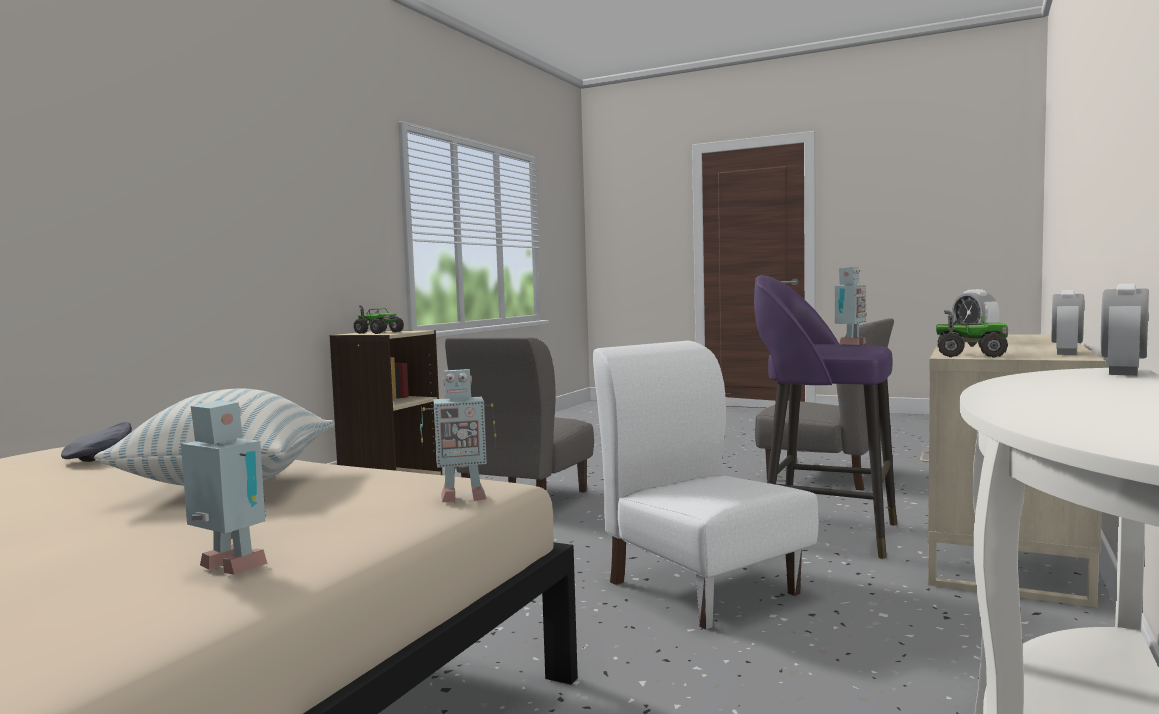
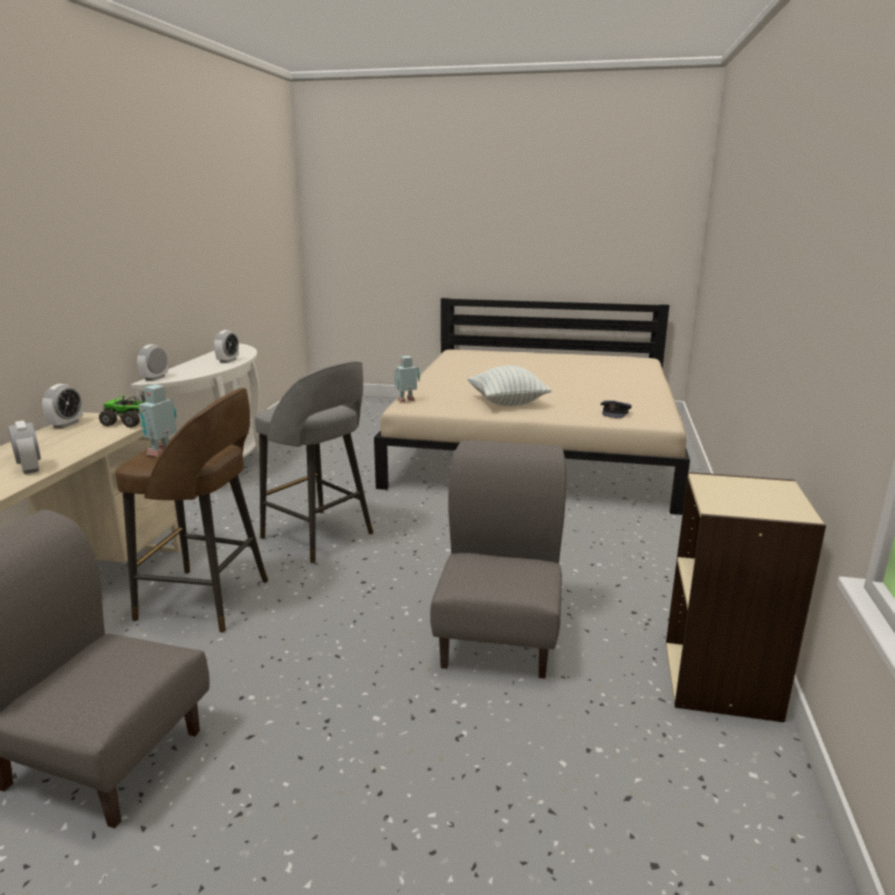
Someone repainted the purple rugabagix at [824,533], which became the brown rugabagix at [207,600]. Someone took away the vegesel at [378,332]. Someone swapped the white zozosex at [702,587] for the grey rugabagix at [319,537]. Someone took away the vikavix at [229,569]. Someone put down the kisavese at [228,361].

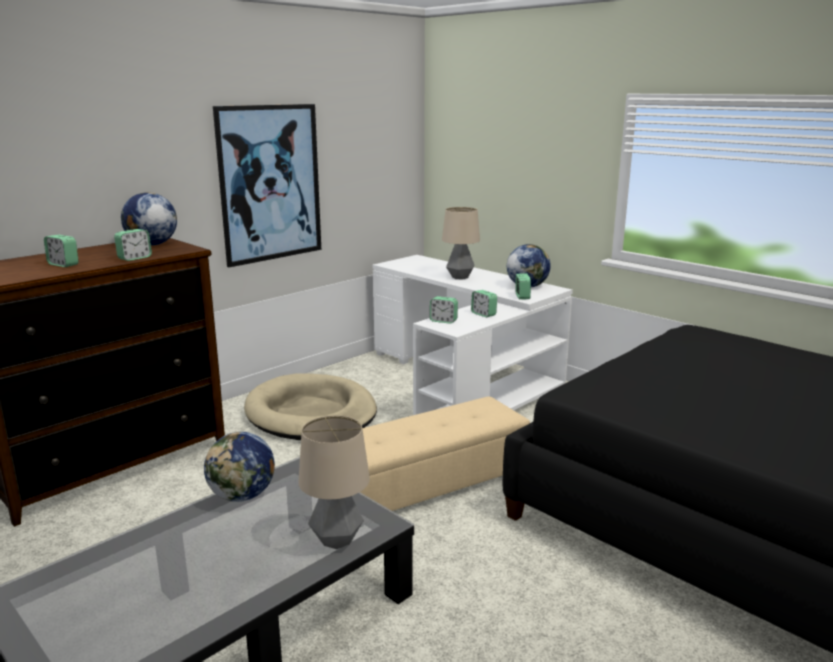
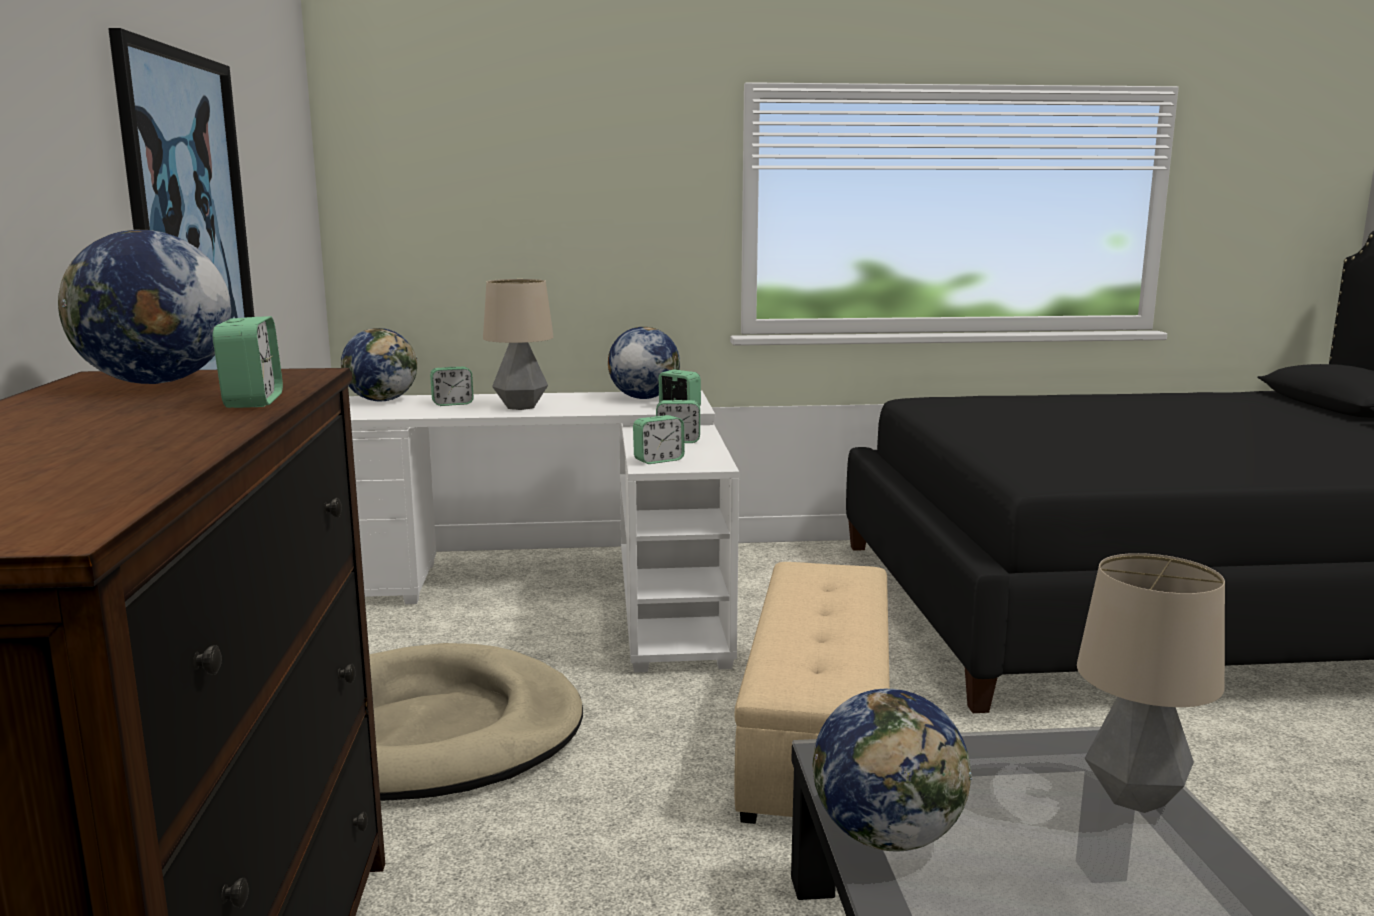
Someone carried the kisavese from [63,264] to [452,403]. Someone put down the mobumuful at [382,400].

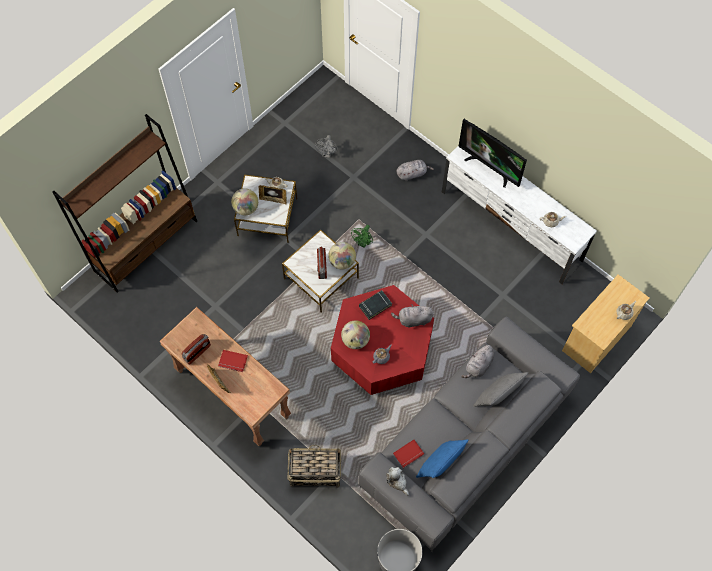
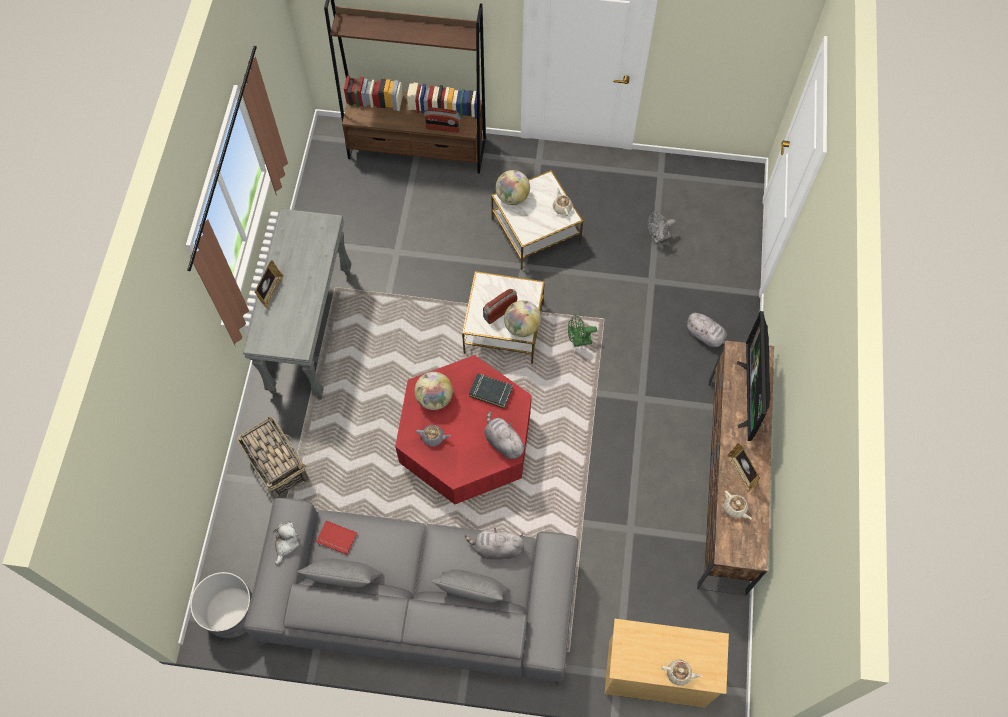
Someone repainted the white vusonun at [511,227], which became the brown vusonun at [726,484]. Someone carried the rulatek from [273,199] to [741,472]. Someone repainted the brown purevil at [232,394], which became the grey purevil at [310,330]. Someone carried the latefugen from [197,353] to [443,127]. Someone took away the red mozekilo at [233,362]. Someone repainted the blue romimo at [440,465], which became the grey romimo at [346,580].

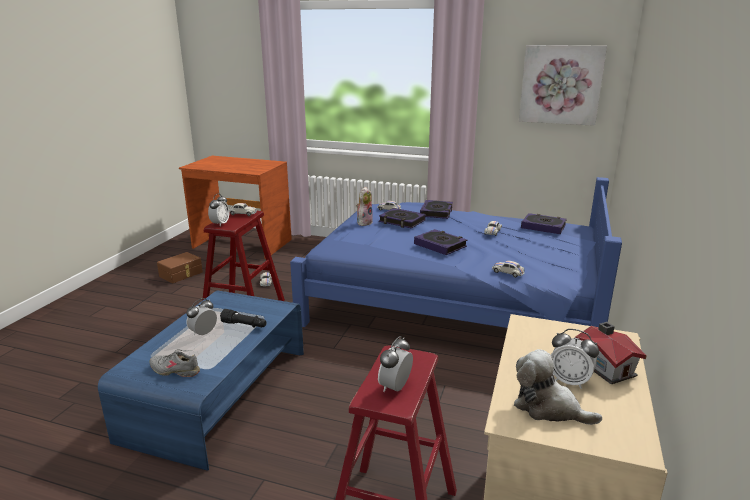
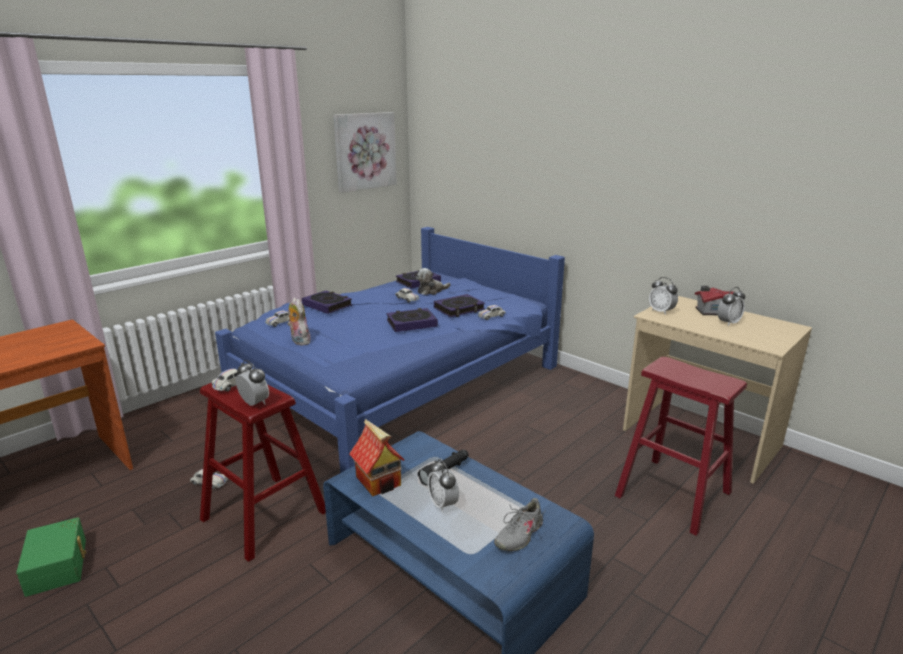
Someone carried the mozekilo from [402,221] to [459,309]. Someone repainted the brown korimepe at [181,274], which became the green korimepe at [59,565]. Someone carried the kisavese from [395,387] to [661,311]. Someone carried the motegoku from [548,408] to [431,291]. Someone put down the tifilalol at [379,481].

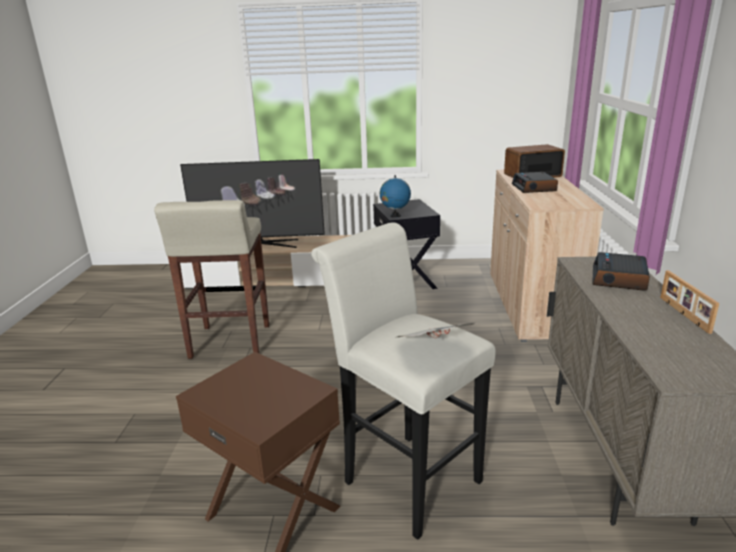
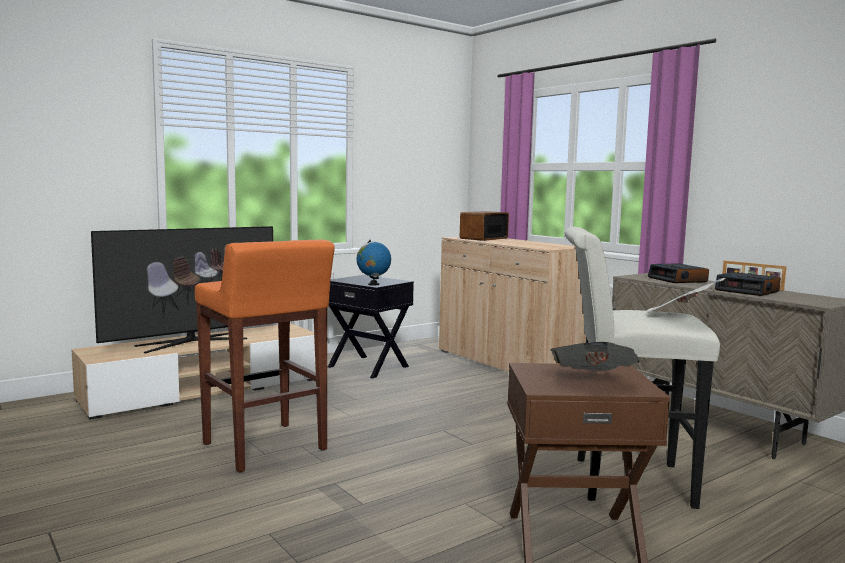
Someone carried the kisavese from [534,188] to [747,291]. Someone repainted the beige rugabagix at [230,342], which became the orange rugabagix at [265,447]. Someone put down the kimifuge at [593,381].

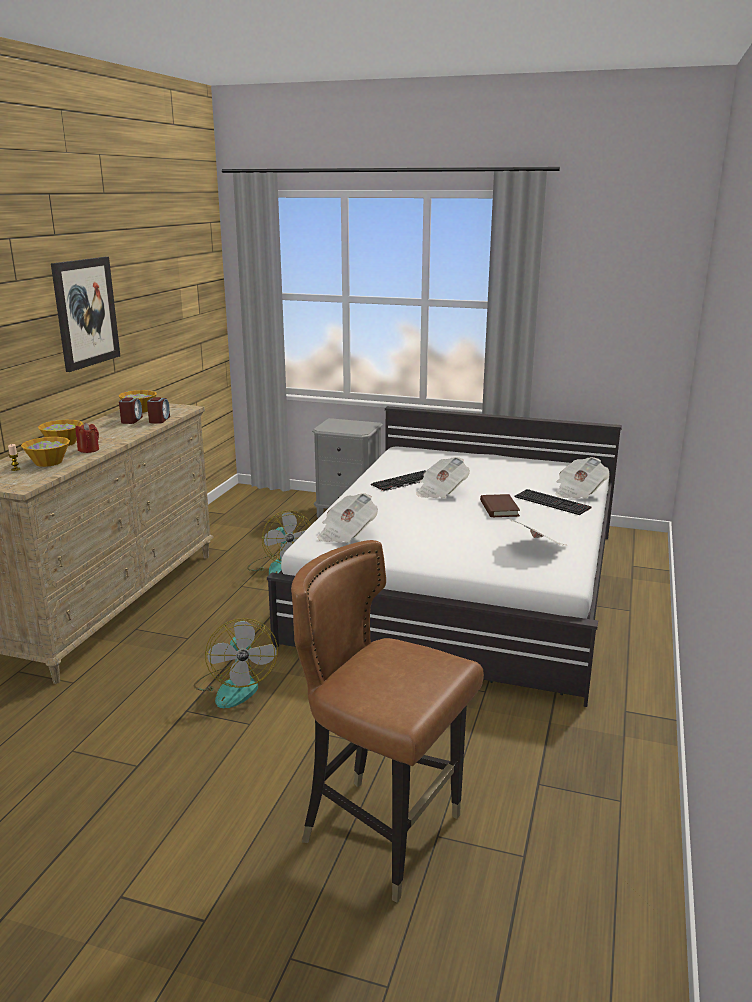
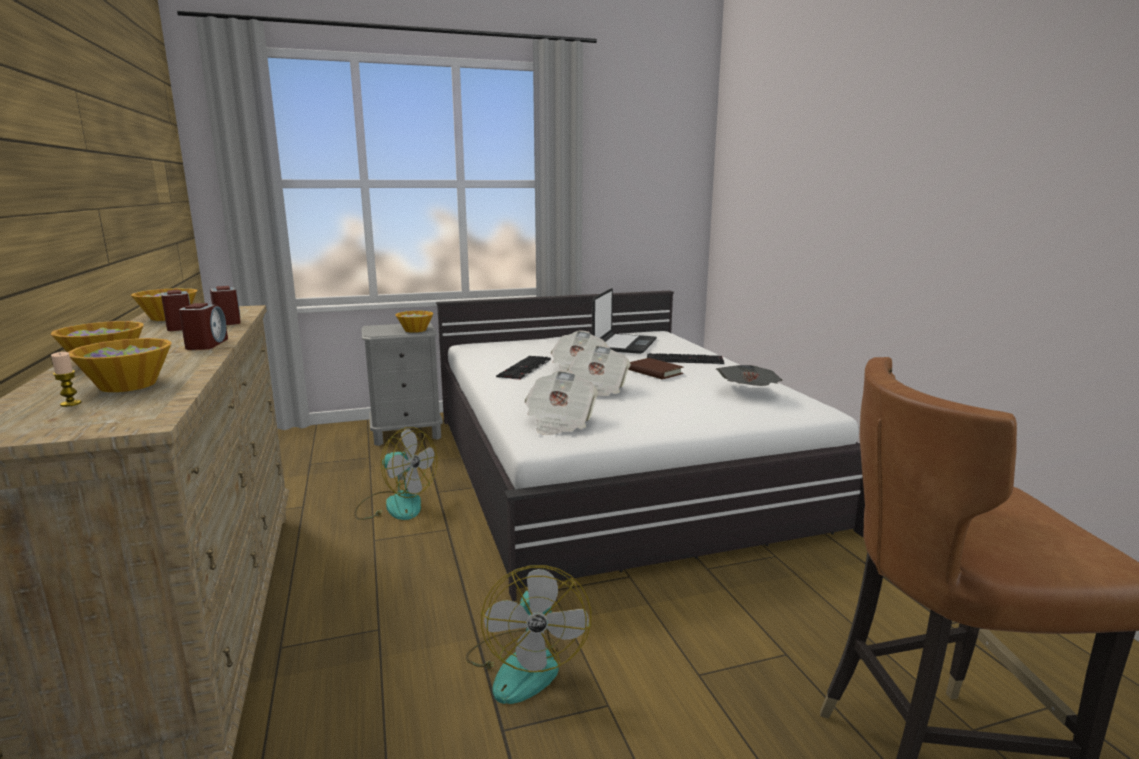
Someone took away the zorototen at [85,312]. Someone took away the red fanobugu at [89,450]. Someone carried the kimifuge from [578,492] to [597,389]. Someone rotated the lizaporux at [235,686] by 45 degrees clockwise. Someone put down the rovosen at [623,345]. Someone put down the kisavese at [206,344]. Someone put down the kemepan at [415,330].

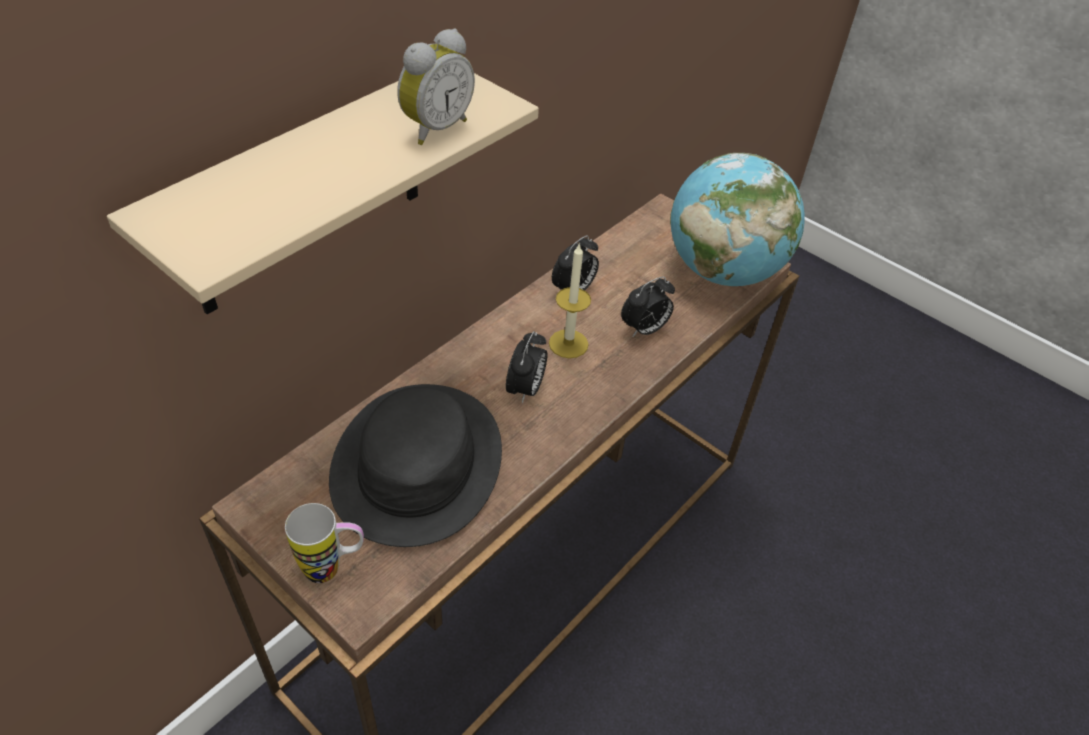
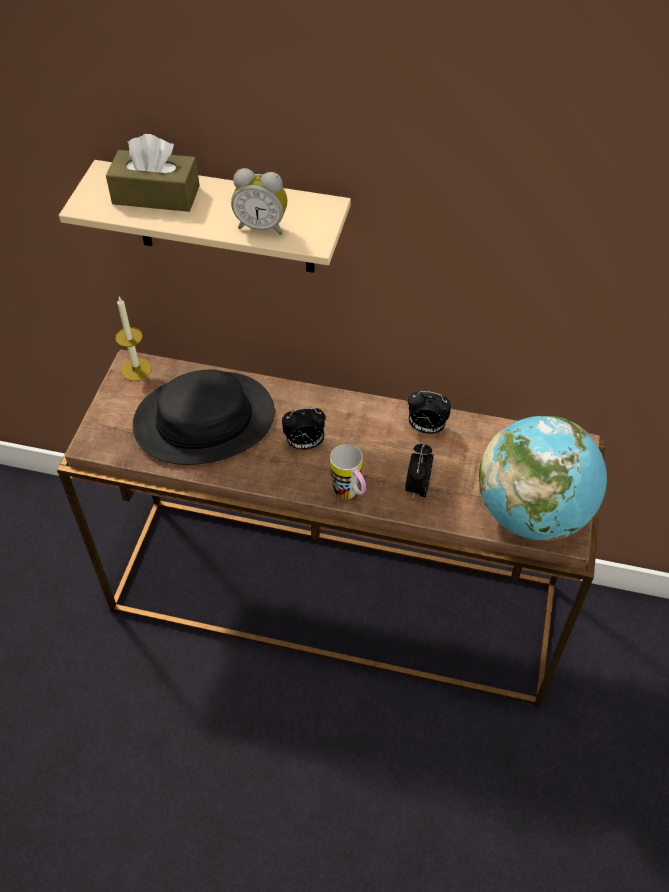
Someone carried the fanobugu from [568,344] to [136,369]. Someone rotated the kisavese at [644,329] by 75 degrees clockwise. Someone carried the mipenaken from [333,568] to [350,495]. Someone put down the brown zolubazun at [156,195].

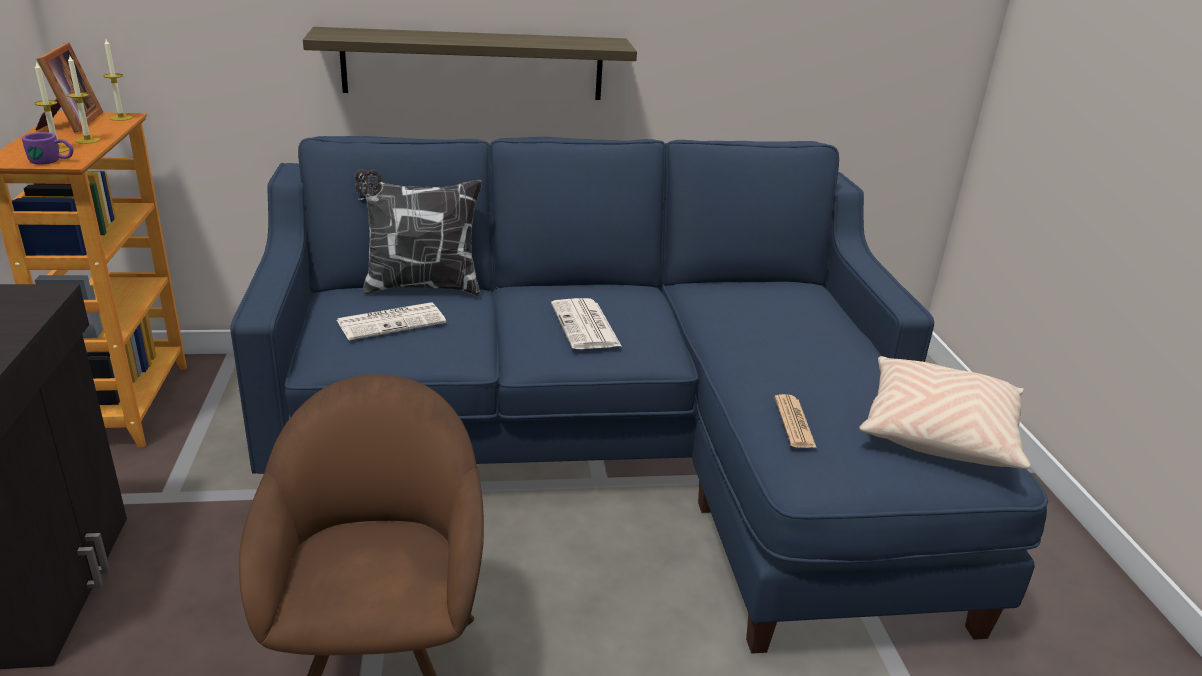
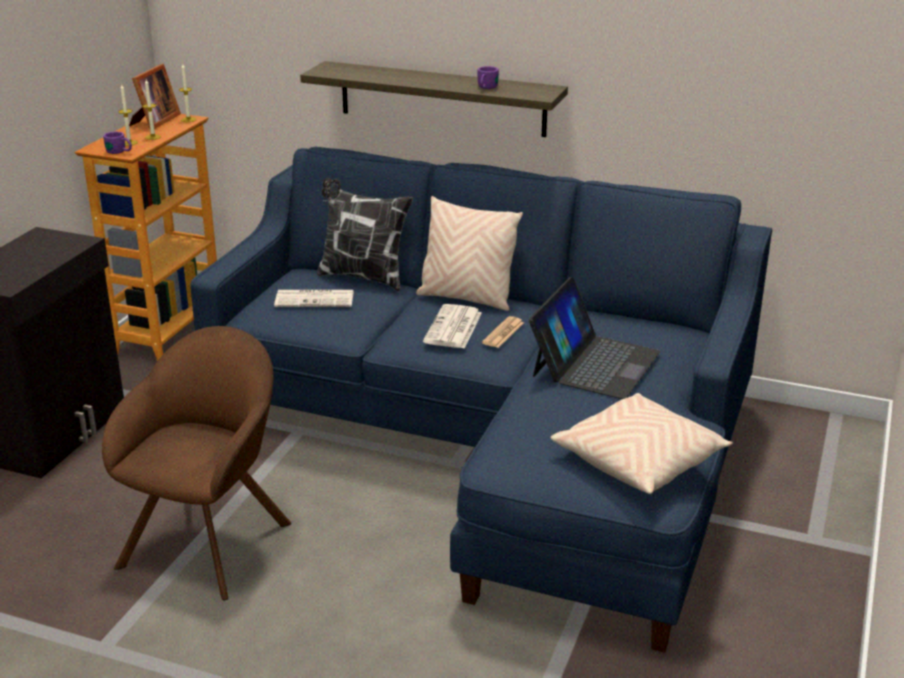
Someone carried the kimifuge from [794,422] to [503,333]. Someone put down the purple mipenaken at [486,88]. Someone put down the beige romimo at [466,298]. Someone put down the rovosen at [594,363].

